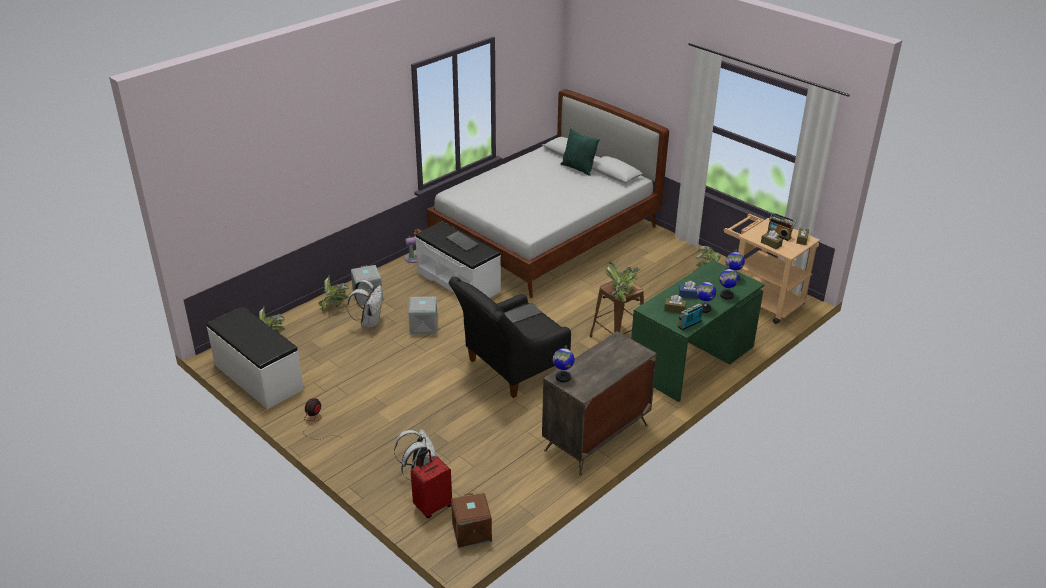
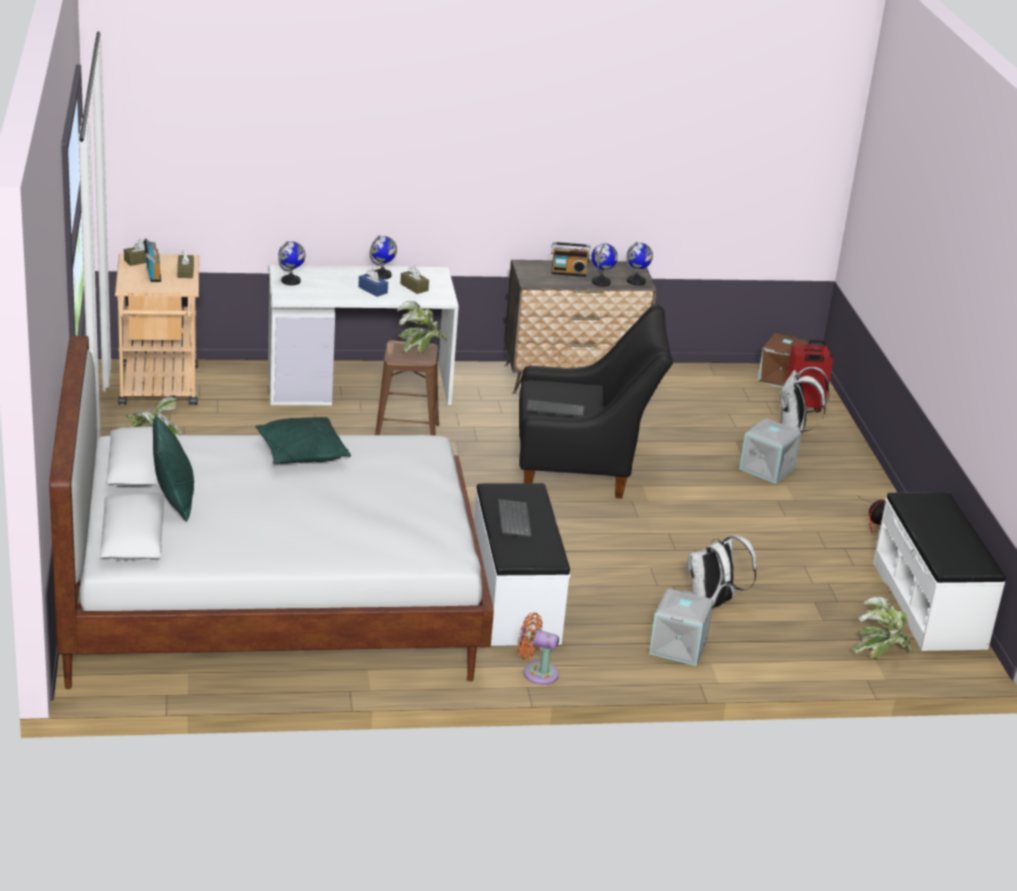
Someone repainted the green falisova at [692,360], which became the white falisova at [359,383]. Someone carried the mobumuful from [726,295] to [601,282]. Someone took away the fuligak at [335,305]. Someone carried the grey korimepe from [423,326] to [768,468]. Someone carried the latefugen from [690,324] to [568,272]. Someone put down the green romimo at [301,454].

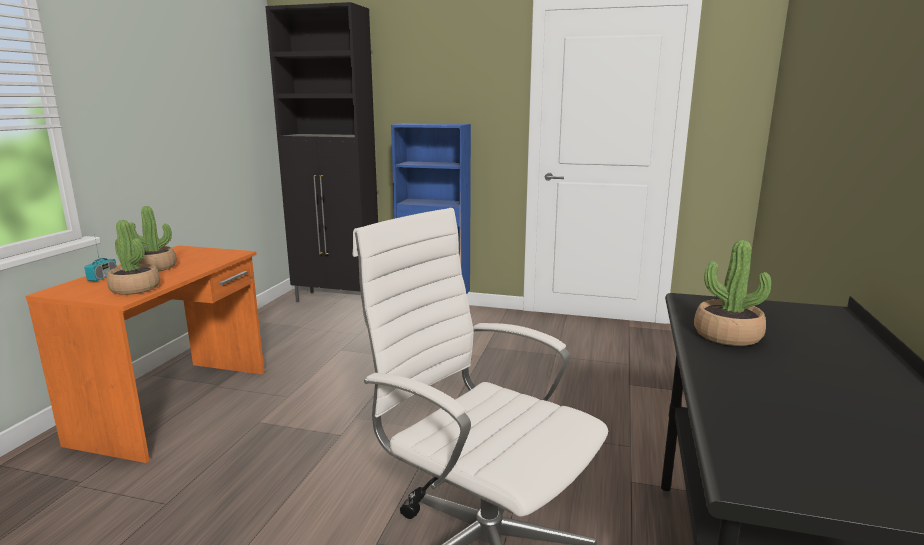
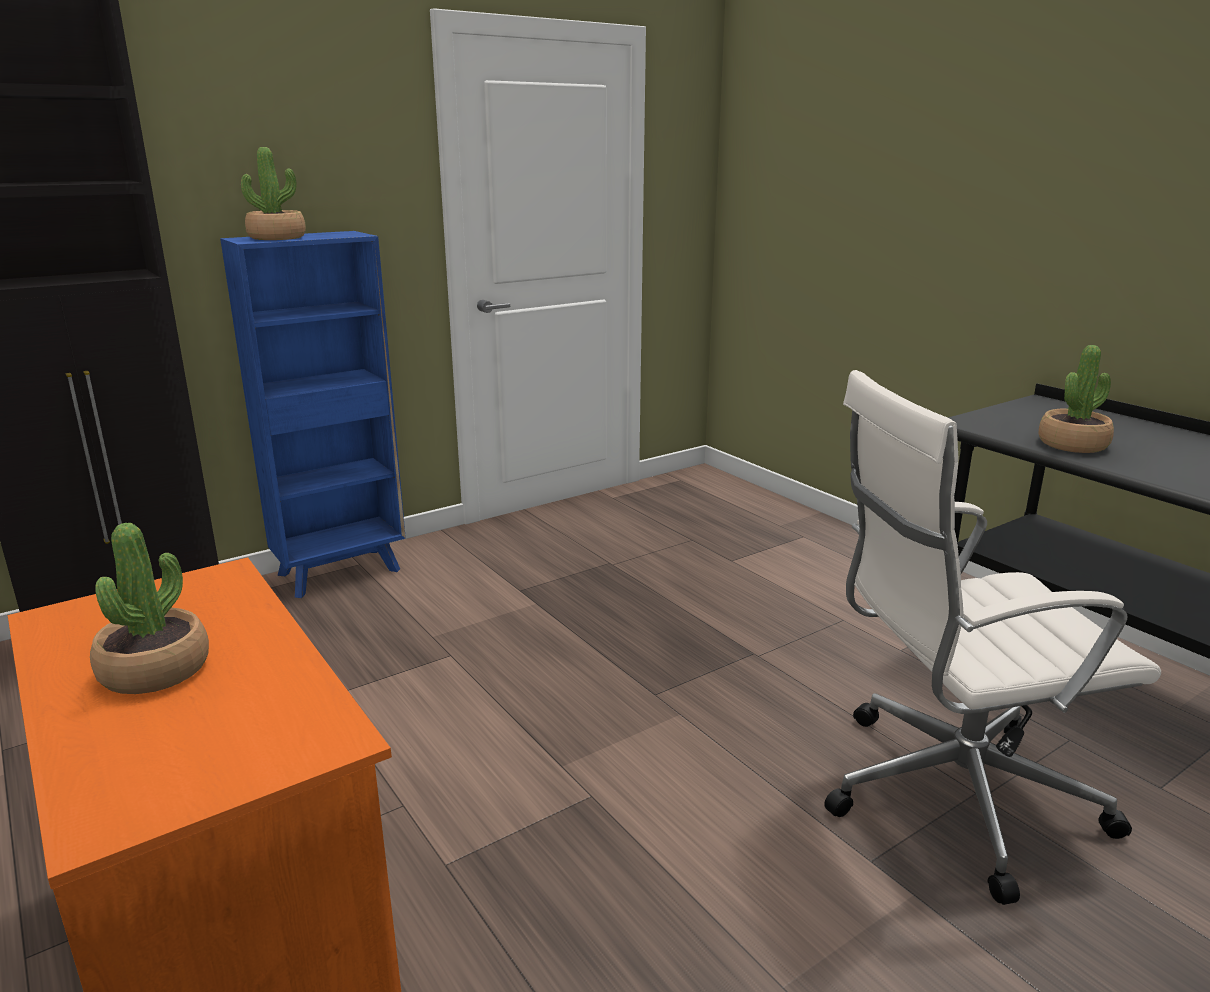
Someone carried the fuligak from [135,288] to [277,237]. Someone took away the latefugen at [103,277].

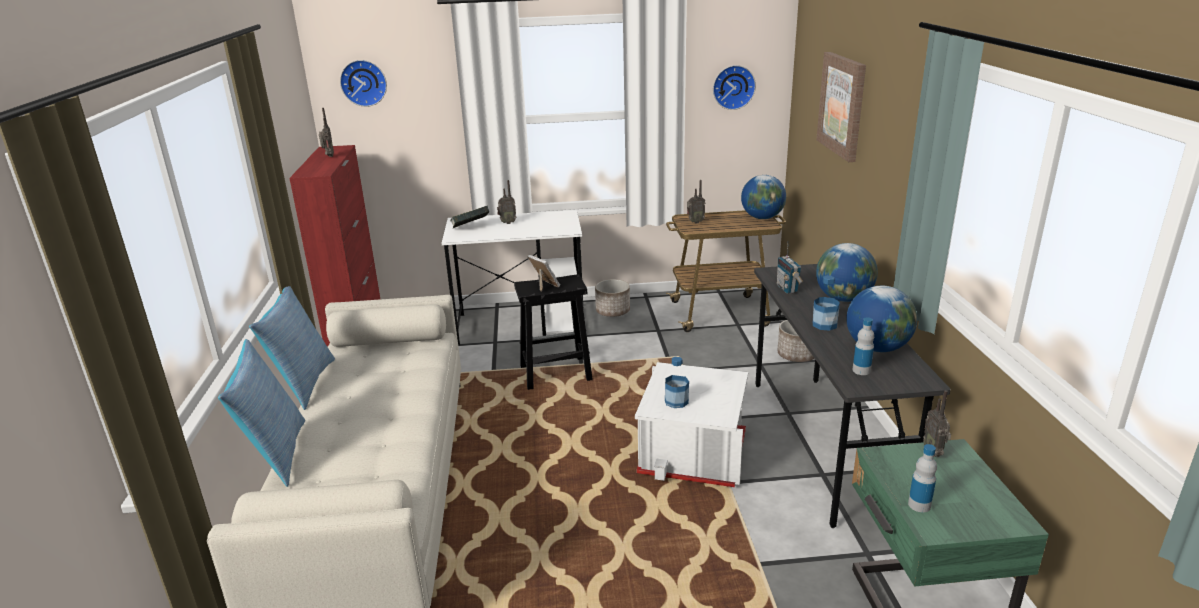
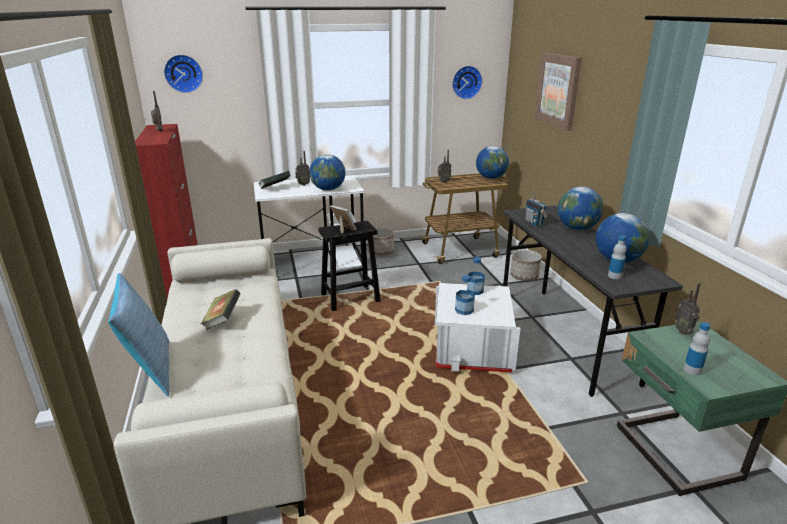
Someone carried the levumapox from [824,324] to [475,291]. Someone took away the romimo at [303,384]. Someone put down the mobumuful at [328,189]. Someone put down the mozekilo at [222,321].

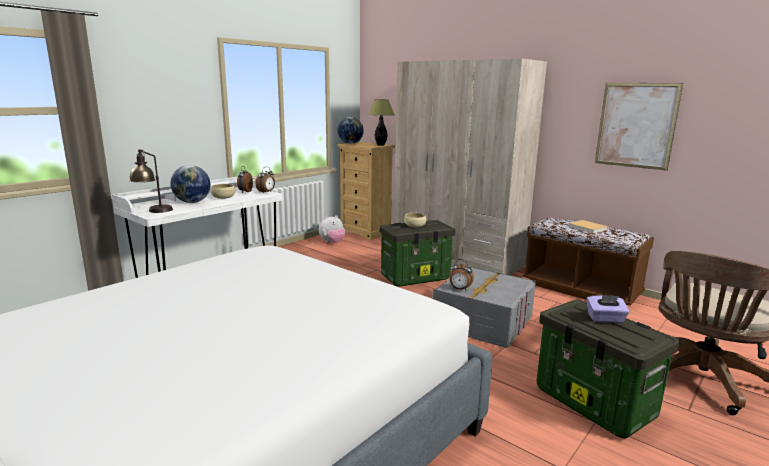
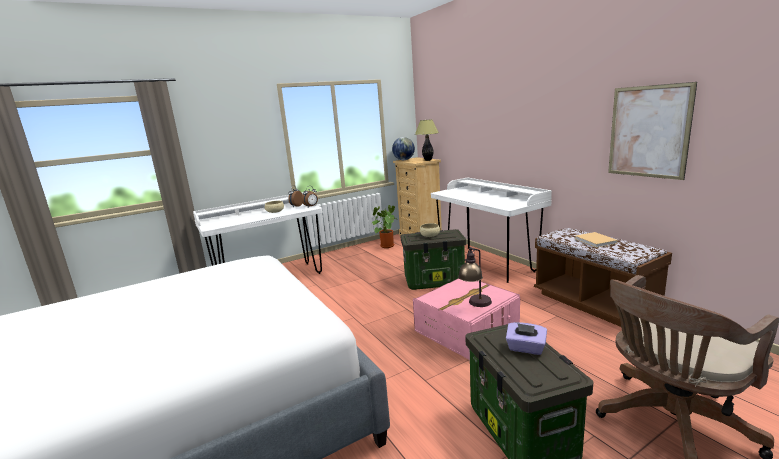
Someone swapped the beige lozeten at [456,257] for the white falisova at [486,263]. Someone carried the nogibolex from [154,212] to [475,305]. Someone took away the mobumuful at [192,202]. Someone swapped the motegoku at [332,242] for the fuligak at [386,245]. Someone took away the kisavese at [459,289]. Someone repainted the grey korimepe at [482,321], which became the pink korimepe at [466,330].

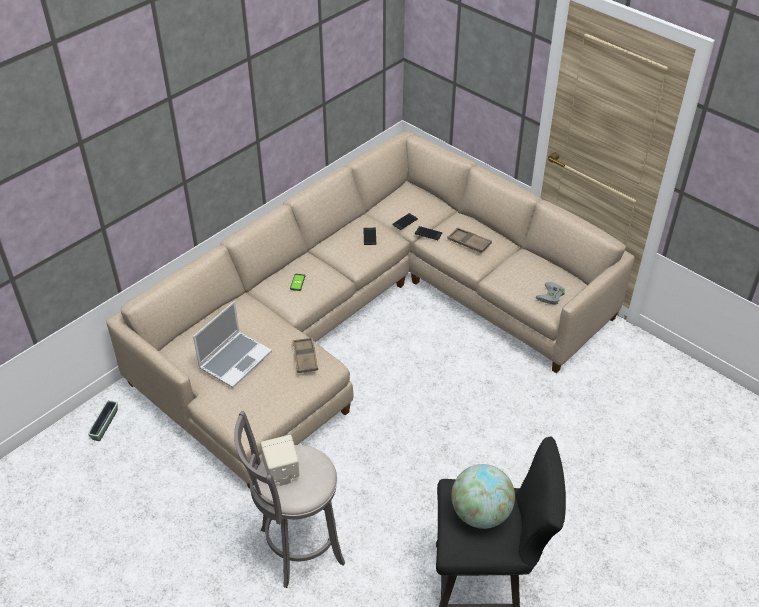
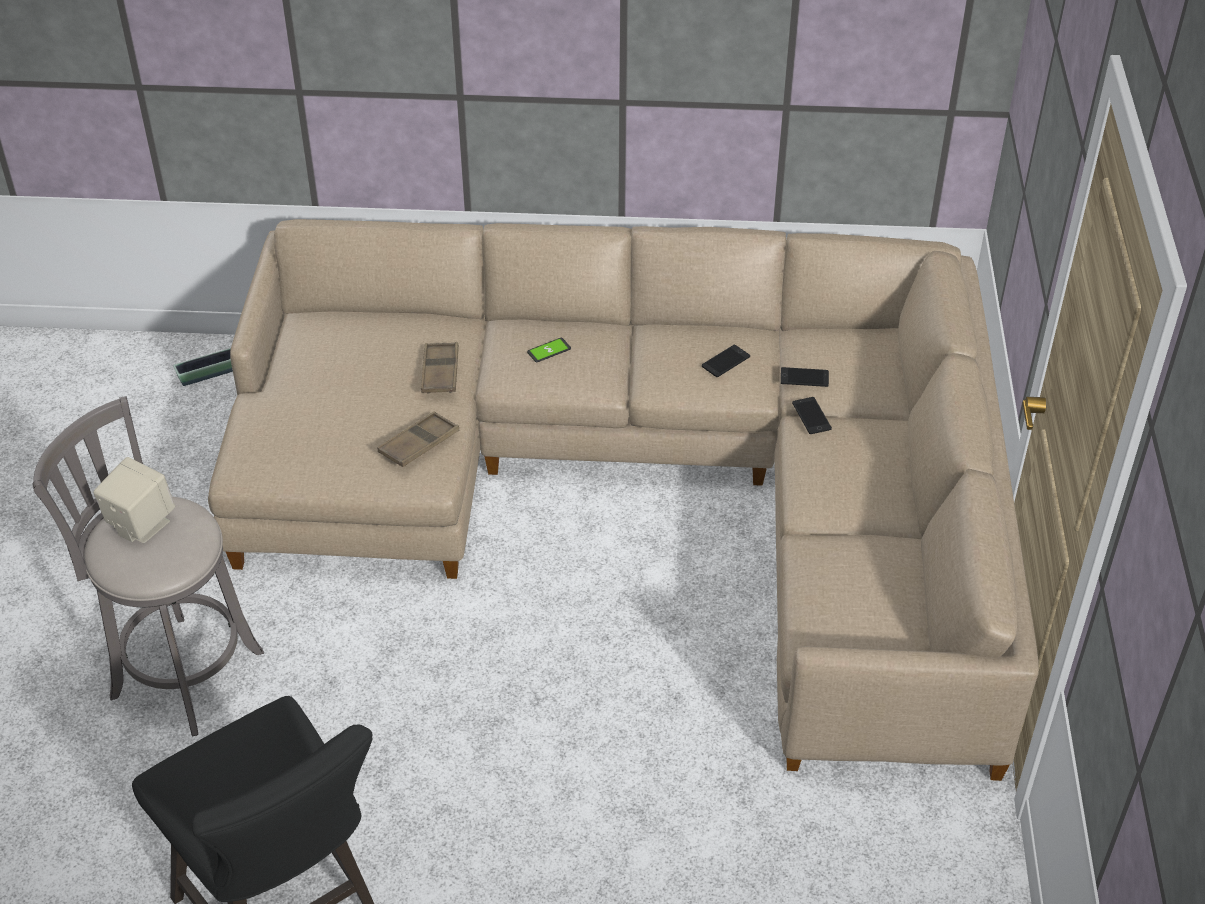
Someone carried the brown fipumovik from [469,242] to [440,372]. Someone took away the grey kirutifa at [551,296]. Someone took away the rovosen at [235,359]. Someone took away the mobumuful at [480,513].

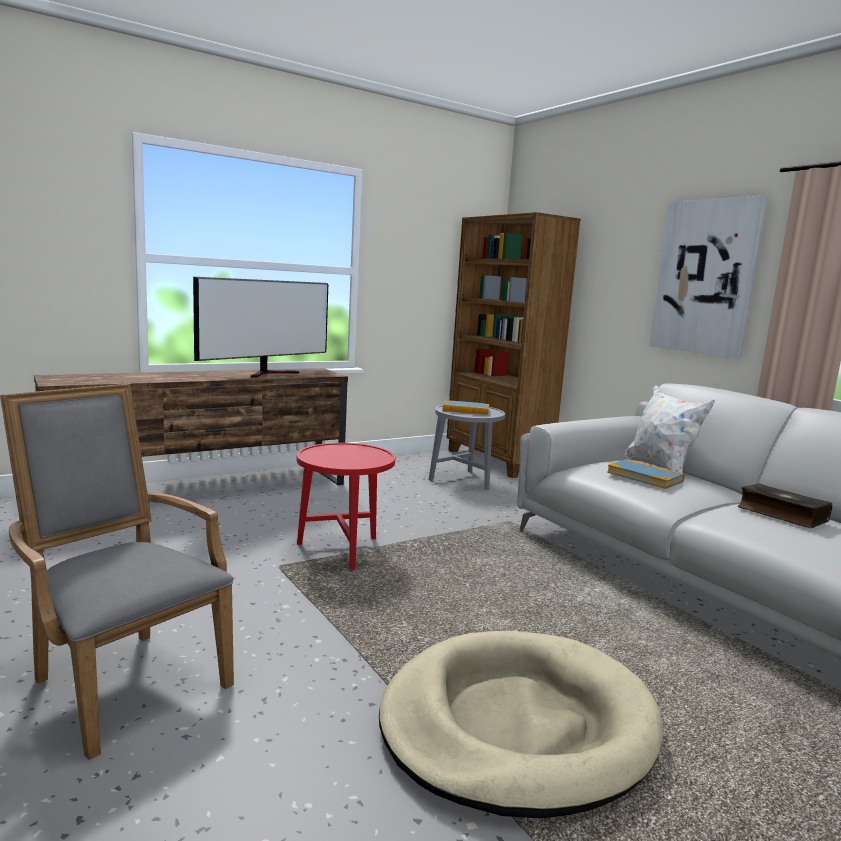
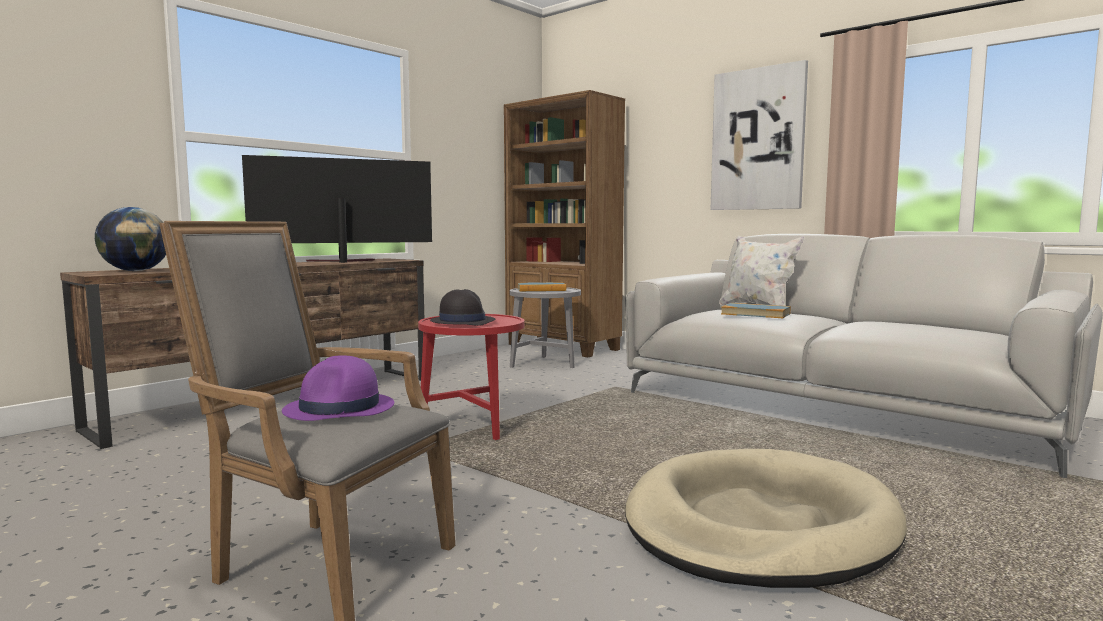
Someone rotated the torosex at [270,373] by 135 degrees counterclockwise. Someone took away the mozekilo at [781,514]. Someone put down the mobumuful at [135,271]. Someone put down the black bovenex at [462,321]. Someone put down the purple bovenex at [340,409].

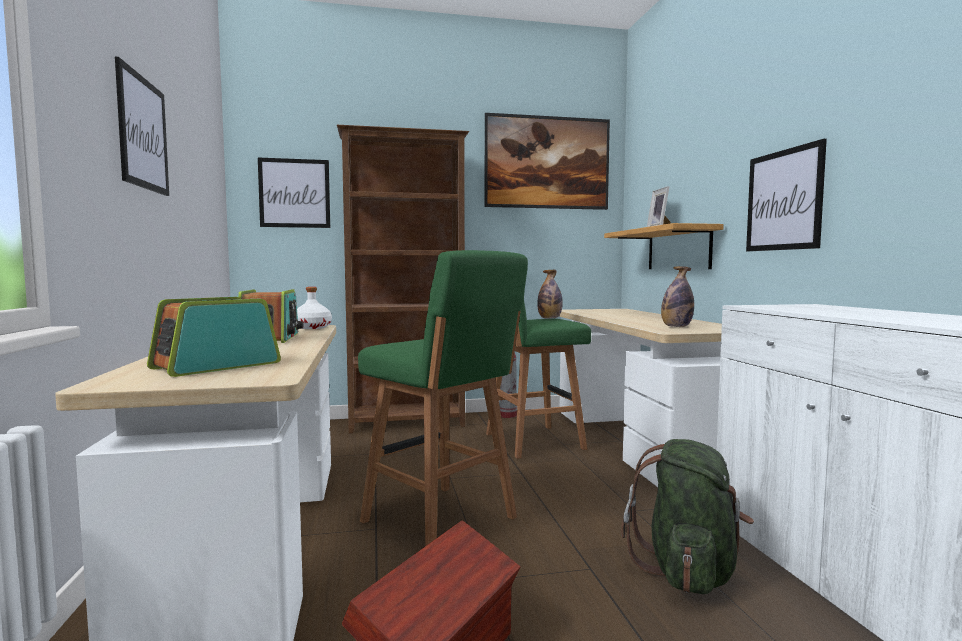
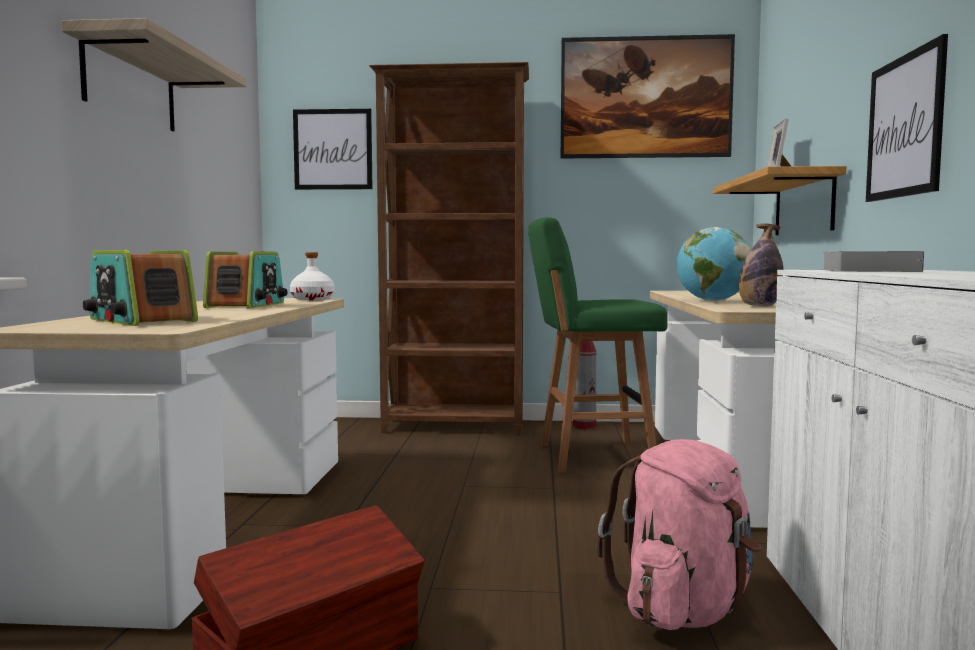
Someone swapped the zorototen at [143,133] for the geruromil at [130,85]. Someone took away the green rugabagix at [442,521]. Someone took away the levumapox at [549,318]. Someone rotated the latefugen at [215,365] by 105 degrees counterclockwise. Someone repainted the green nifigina at [688,571], which became the pink nifigina at [683,609]. Someone put down the mobumuful at [712,301]. Someone put down the mozekilo at [866,270].

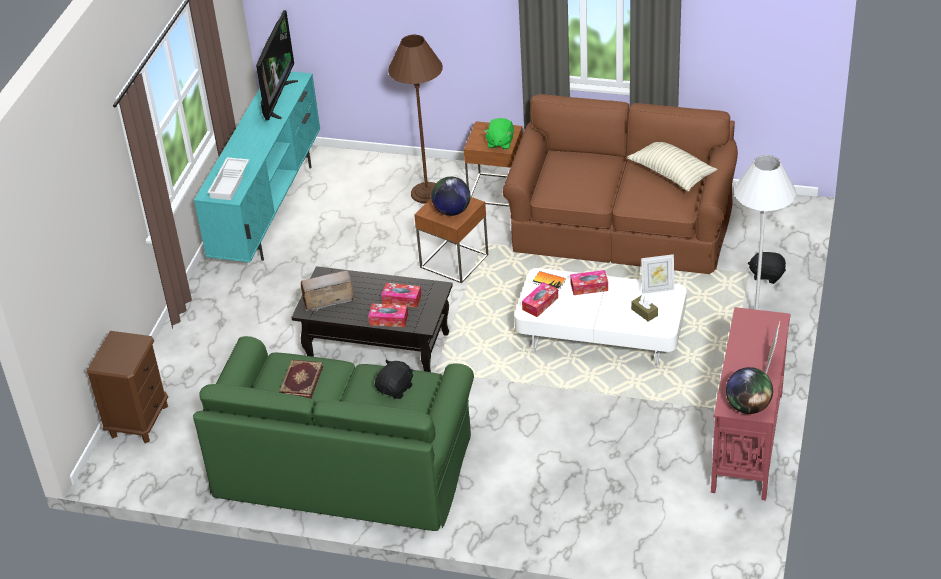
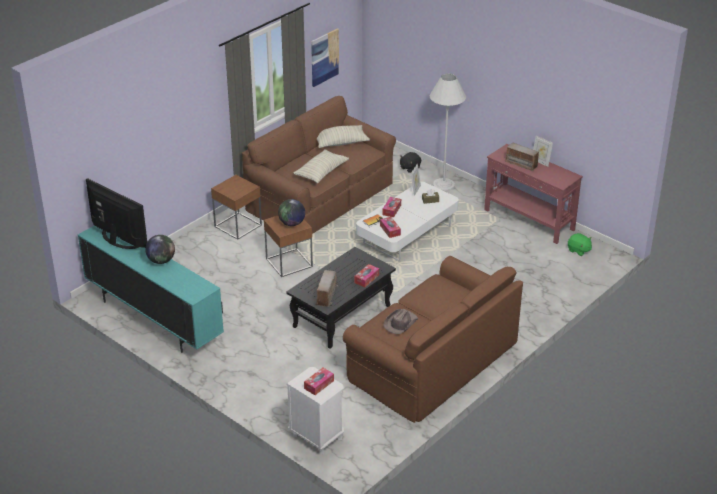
Someone took away the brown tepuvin at [427,193]. Someone carried the green motegoku from [500,143] to [579,250]. Someone took away the white fipumovik at [230,182]. Someone carried the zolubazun from [401,299] to [319,384]. Someone repainted the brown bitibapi at [139,421], which became the white bitibapi at [317,437]. Someone repainted the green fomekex at [343,463], which became the brown fomekex at [431,360]. Someone swapped the mozekilo at [300,380] for the brown bovenex at [400,323]. Someone took away the black motegoku at [396,389]. Someone carried the mobumuful from [748,407] to [161,261]. Someone put up the zorototen at [324,57]. Someone put down the latefugen at [521,164]. Someone put down the romimo at [321,172].

